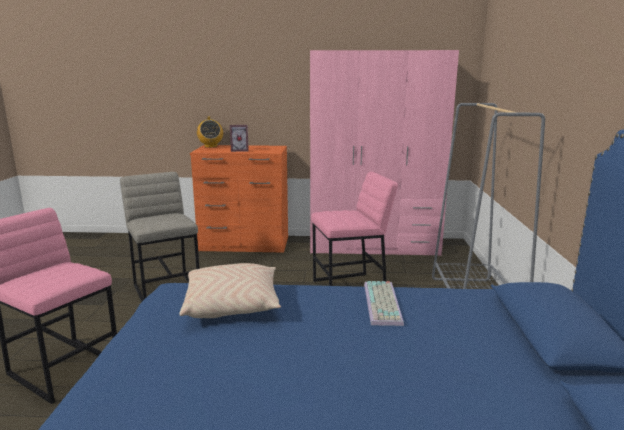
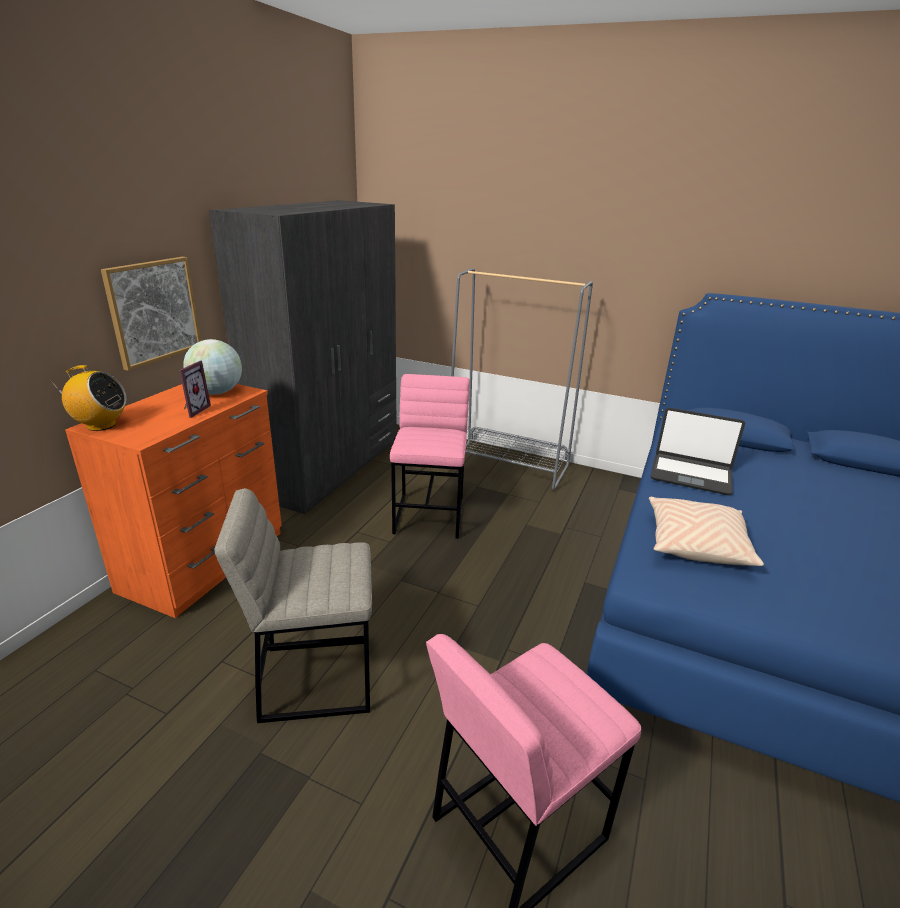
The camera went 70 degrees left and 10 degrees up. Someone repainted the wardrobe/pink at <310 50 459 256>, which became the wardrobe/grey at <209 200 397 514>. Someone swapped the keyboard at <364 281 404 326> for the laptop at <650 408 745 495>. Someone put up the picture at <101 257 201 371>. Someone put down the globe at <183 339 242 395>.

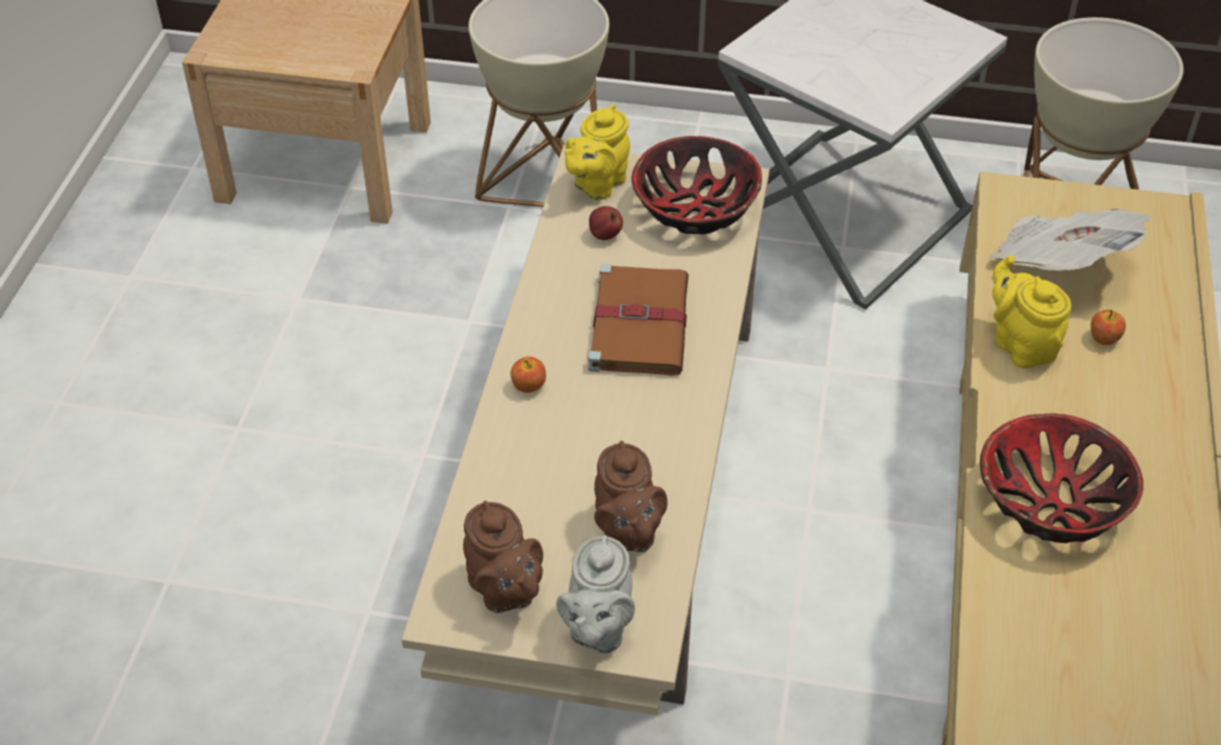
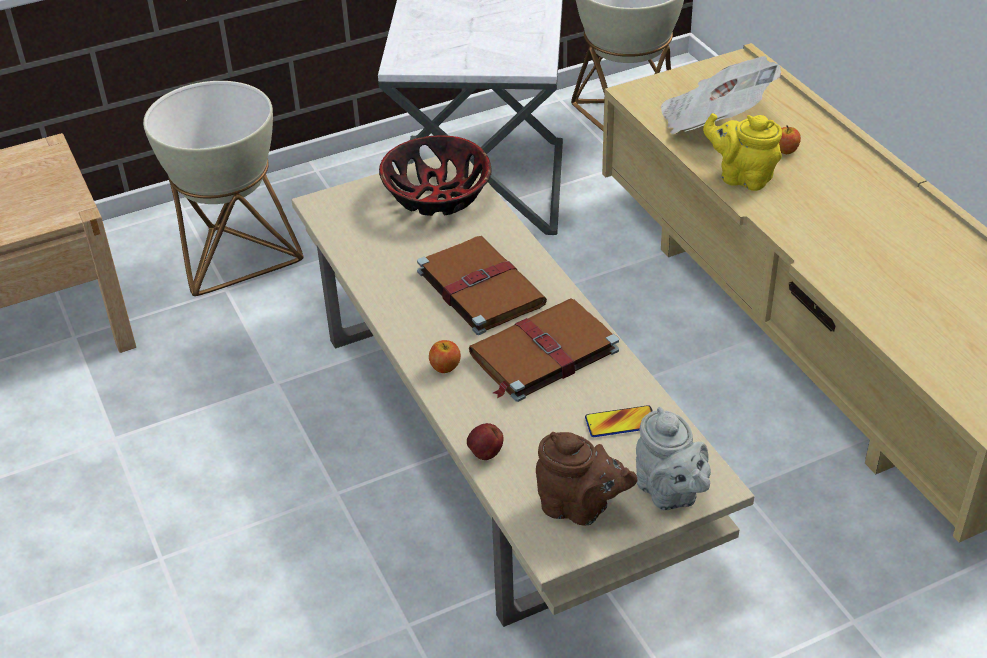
The camera went 35 degrees left and 5 degrees down. Someone took away the teapot/yellow at <564 104 630 200>. Someone carried the apple from <589 206 623 240> to <467 423 504 460>. Someone took away the bowl at <980 414 1143 543>. Someone swapped the teapot/brown at <594 441 668 552> for the phone at <585 405 653 437>. Someone put down the book/brown at <469 298 619 402>.

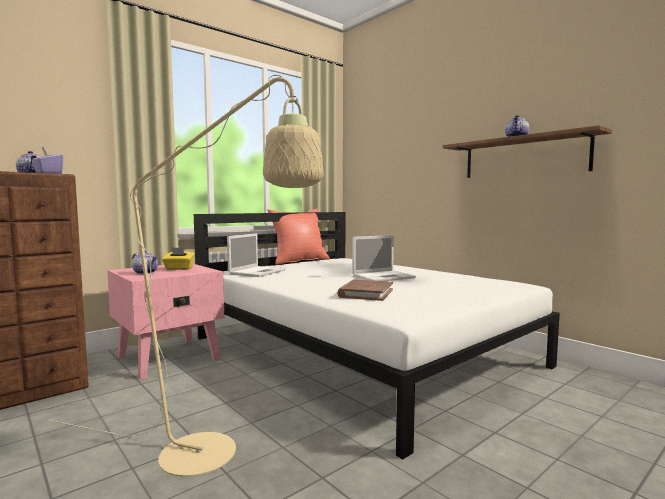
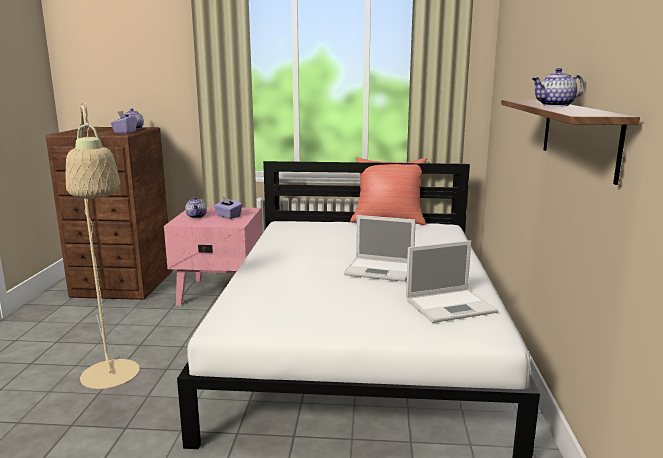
The camera went 45 degrees right and 10 degrees up. Someone carried the laptop from <227 233 286 277> to <406 240 498 323>. Someone repainted the tissue box/yellow at <162 247 195 270>, which became the tissue box/purple at <214 196 242 219>. Someone took away the book/brown at <337 280 393 301>.

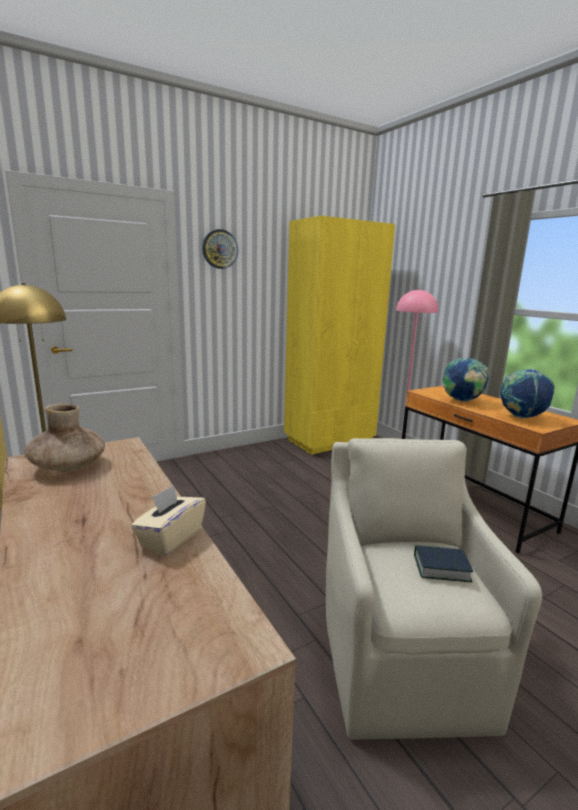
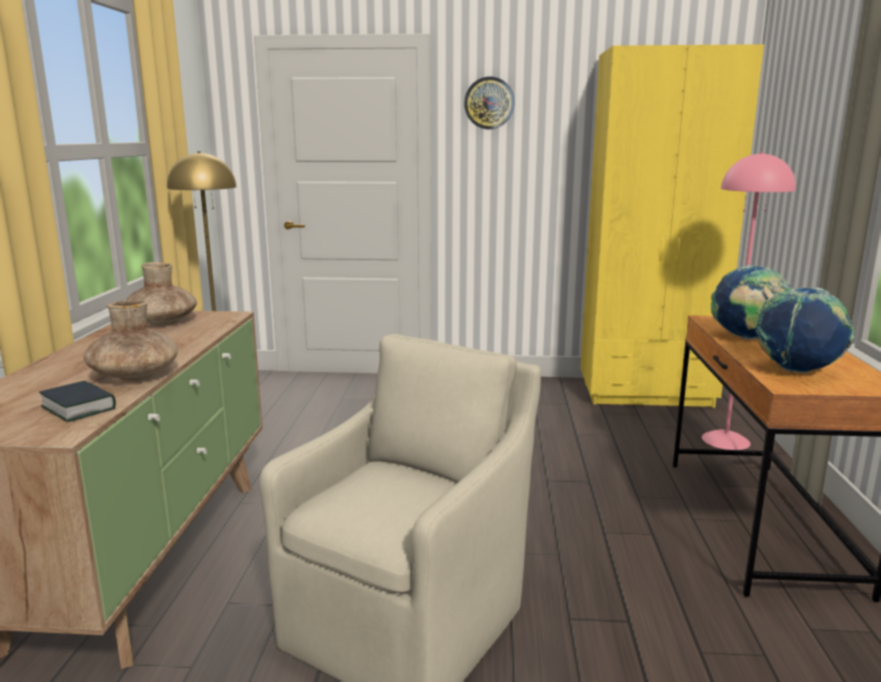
The camera went 35 degrees right and 0 degrees up. Someone swapped the tissue box/beige at <131 485 206 556> for the vase/brown at <84 300 178 381>. Someone carried the book from <414 545 473 583> to <39 381 116 422>.

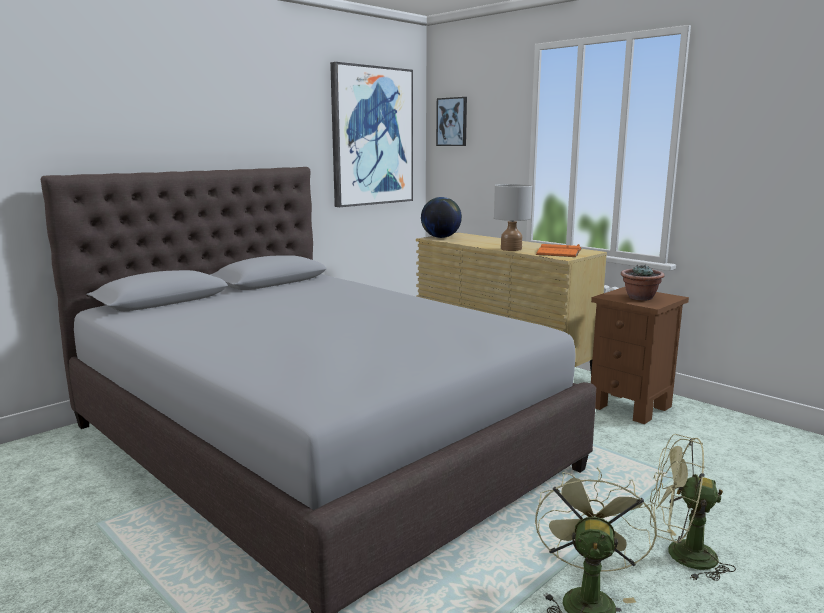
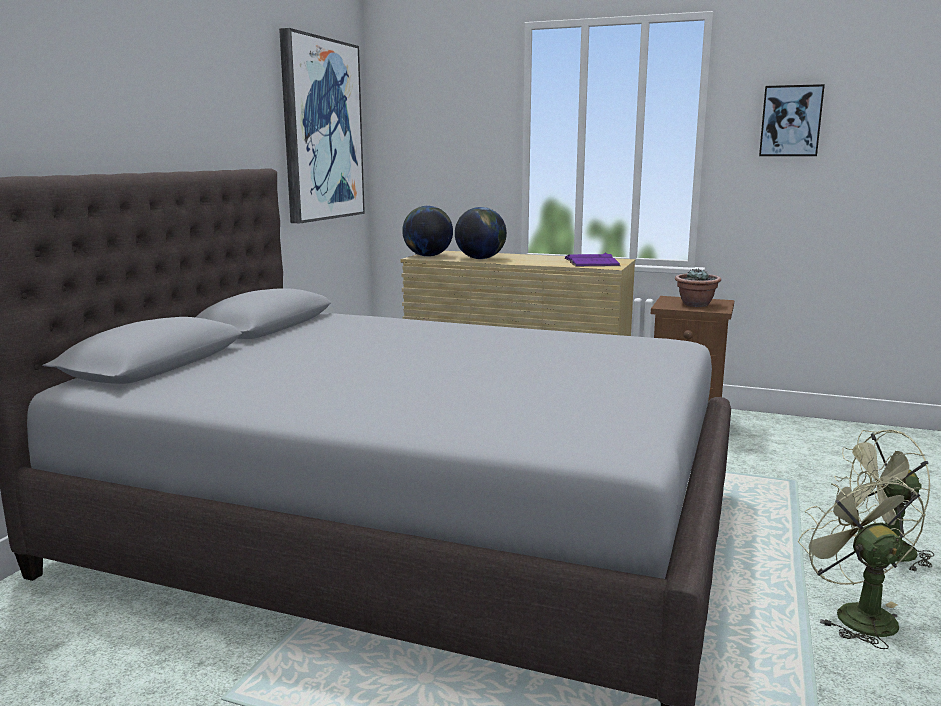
The camera went 25 degrees left and 0 degrees up. Someone carried the picture from <436 97 467 146> to <759 84 825 156>. Someone took away the table lamp/grey at <494 184 532 251>. Someone repainted the book/orange at <536 244 581 257>, which became the book/purple at <564 252 620 267>. Someone put down the globe at <455 207 507 259>.

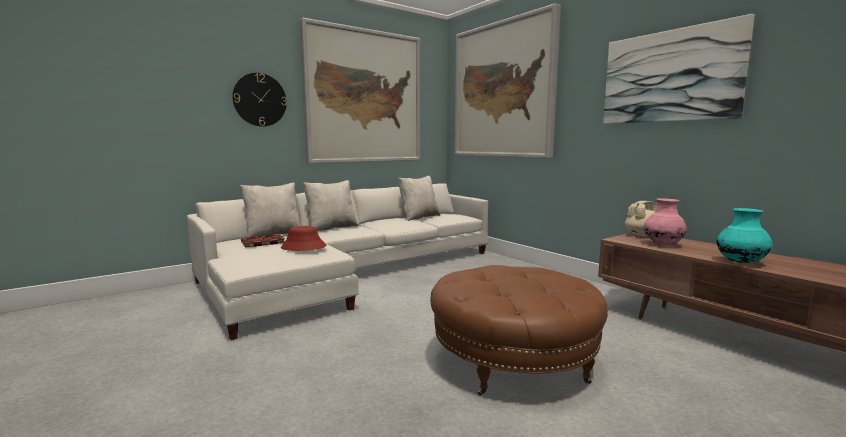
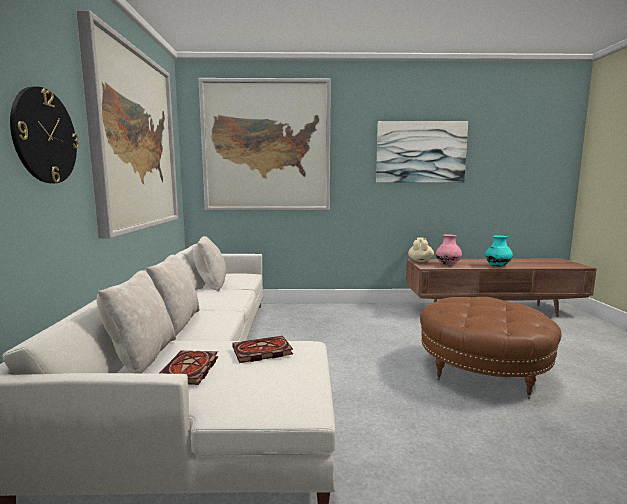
The camera went 55 degrees left and 0 degrees up. Someone swapped the hat/red at <281 226 326 251> for the book at <232 336 293 363>.

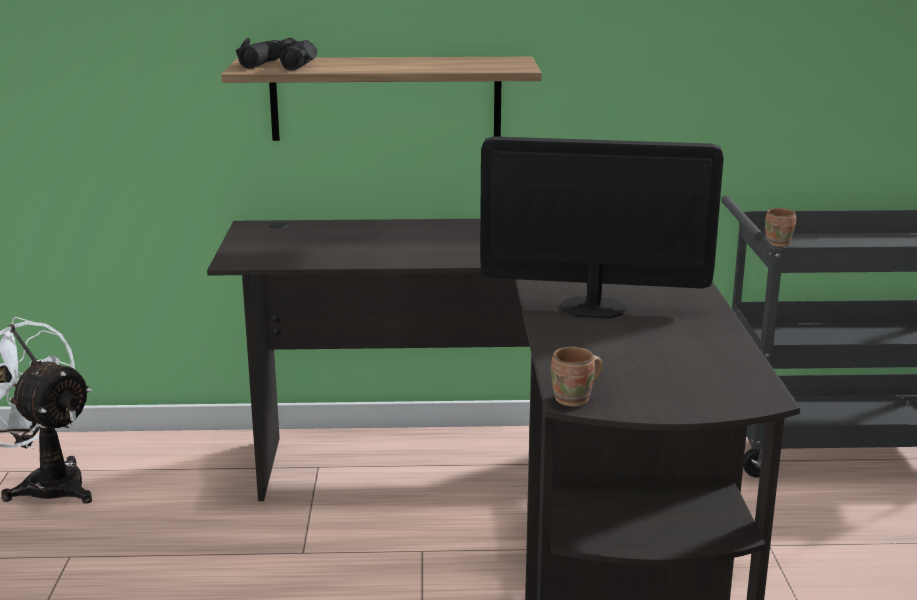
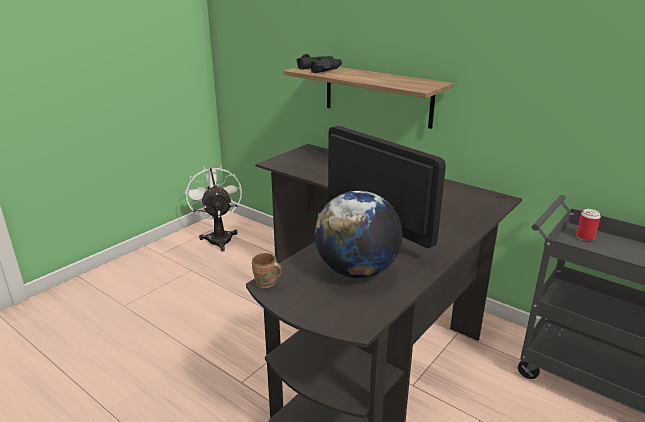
The camera went 40 degrees right and 5 degrees up. Someone swapped the mug/brown at <765 208 796 247> for the can at <576 209 601 241>. Someone put down the globe at <315 191 402 278>.

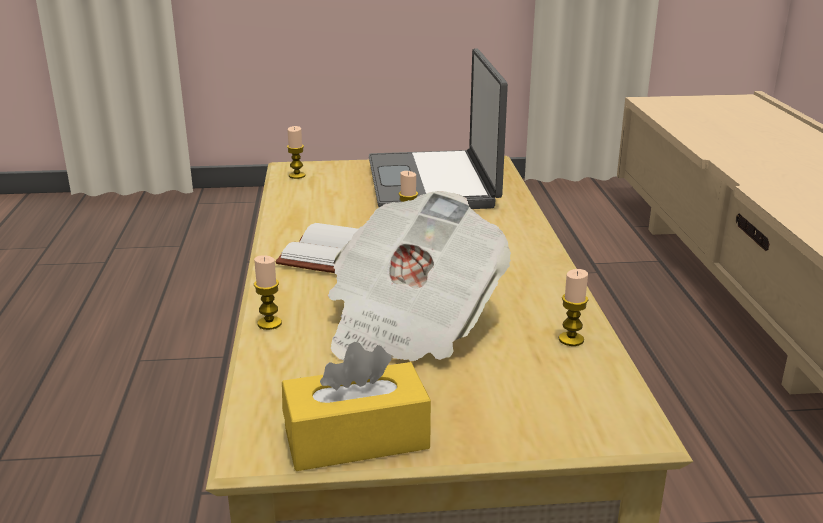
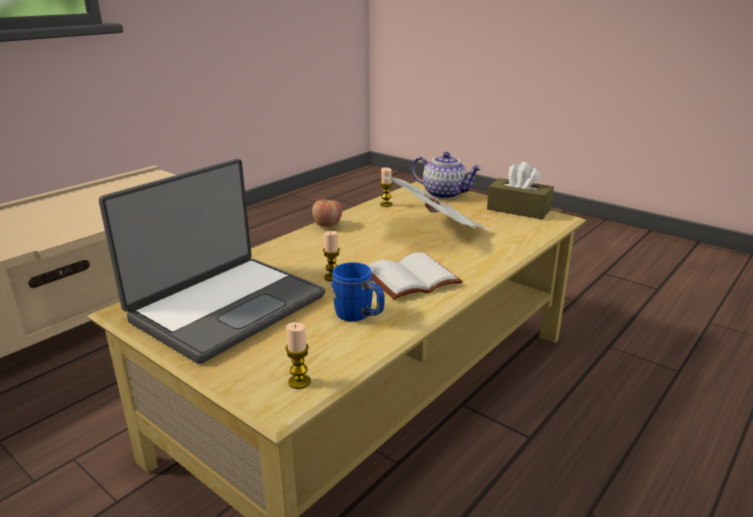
The camera went 135 degrees left and 0 degrees up. Someone took away the candle at <254 255 282 330>. Someone repainted the tissue box/yellow at <282 342 431 471>, which became the tissue box/brown at <487 162 554 219>. Someone put down the teapot at <411 152 482 199>. Someone put down the apple at <312 199 342 227>. Someone put down the mug/blue at <331 262 385 322>.

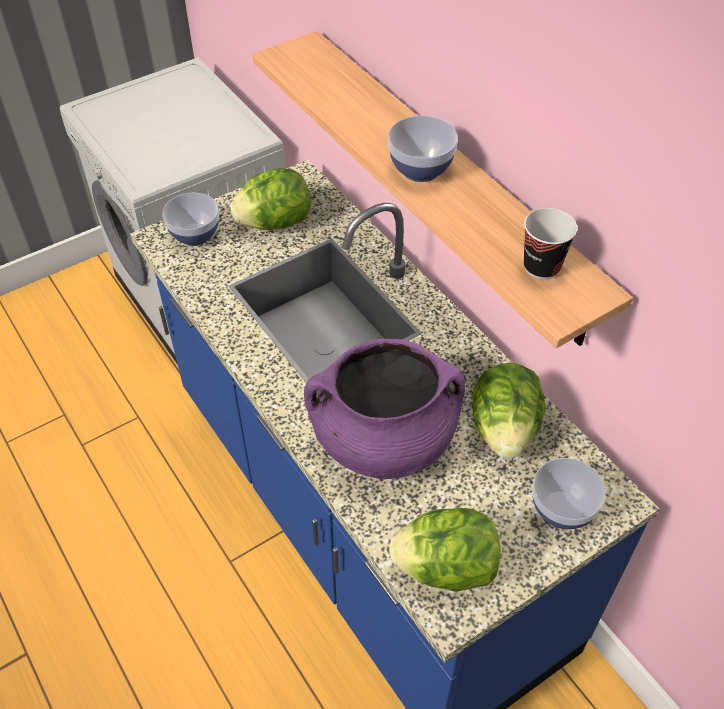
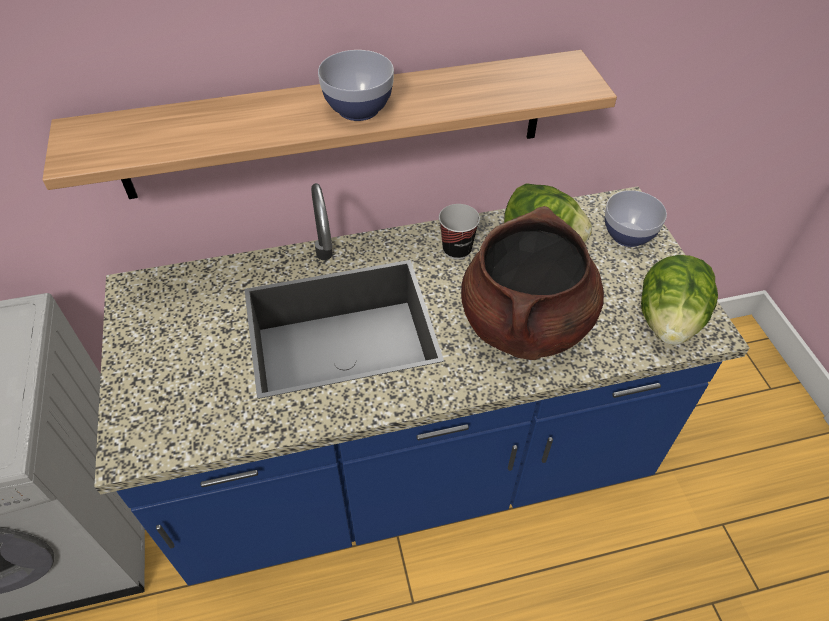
The camera went 70 degrees left and 0 degrees up. Someone took away the lettuce at <230 168 311 230>. Someone took away the bowl at <162 193 219 246>. Someone carried the cup from <524 208 577 279> to <439 204 480 259>. Someone repainted the cooking pot/purple at <304 339 465 479>, which became the cooking pot/brown at <461 206 604 360>.

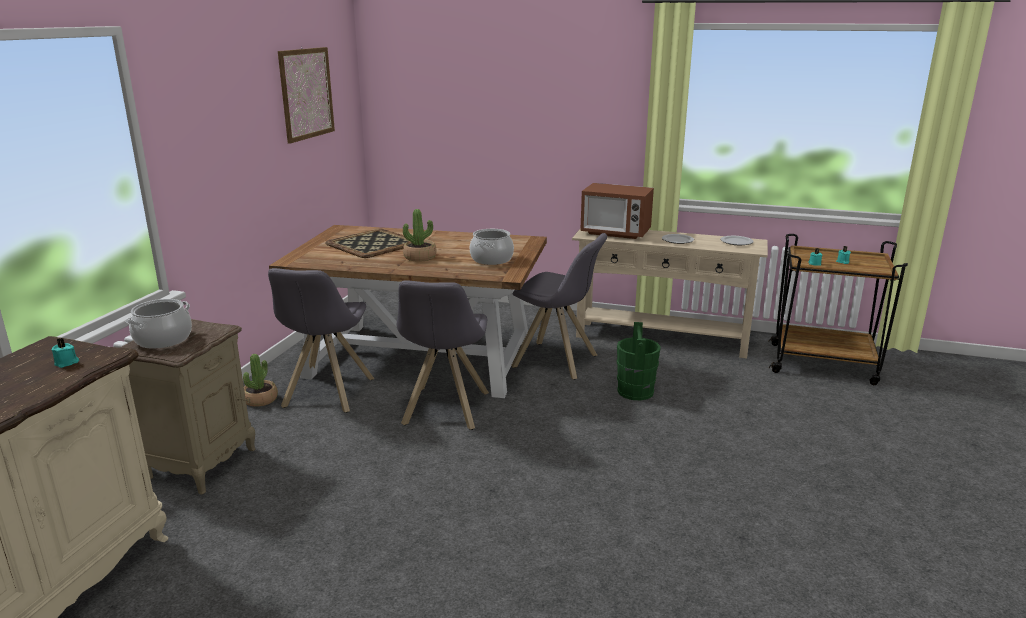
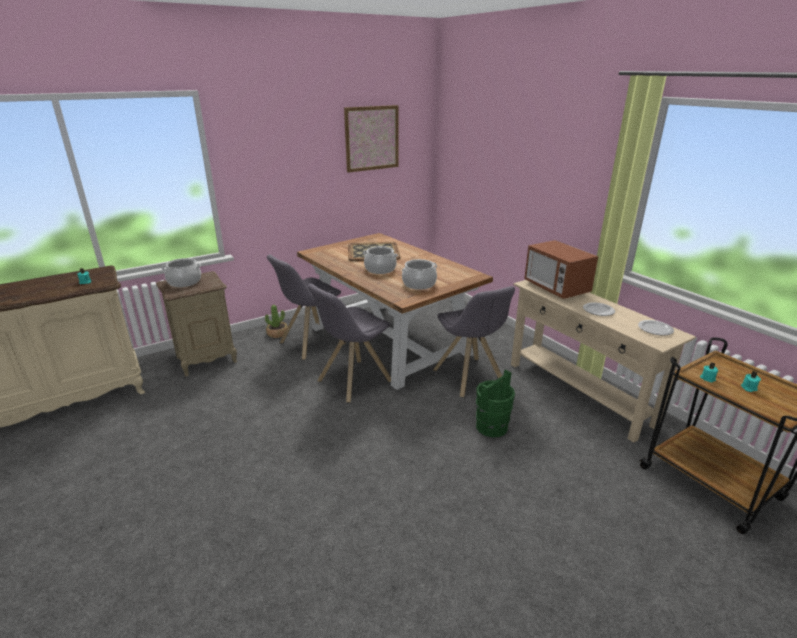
The camera went 40 degrees right and 5 degrees up. Someone swapped the potted plant at <403 209 436 262> for the cooking pot at <363 246 398 274>.

